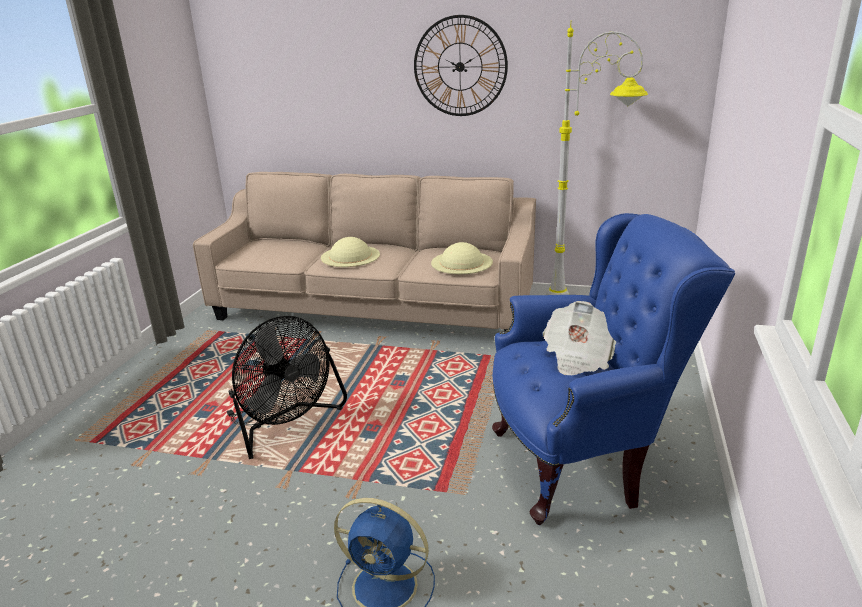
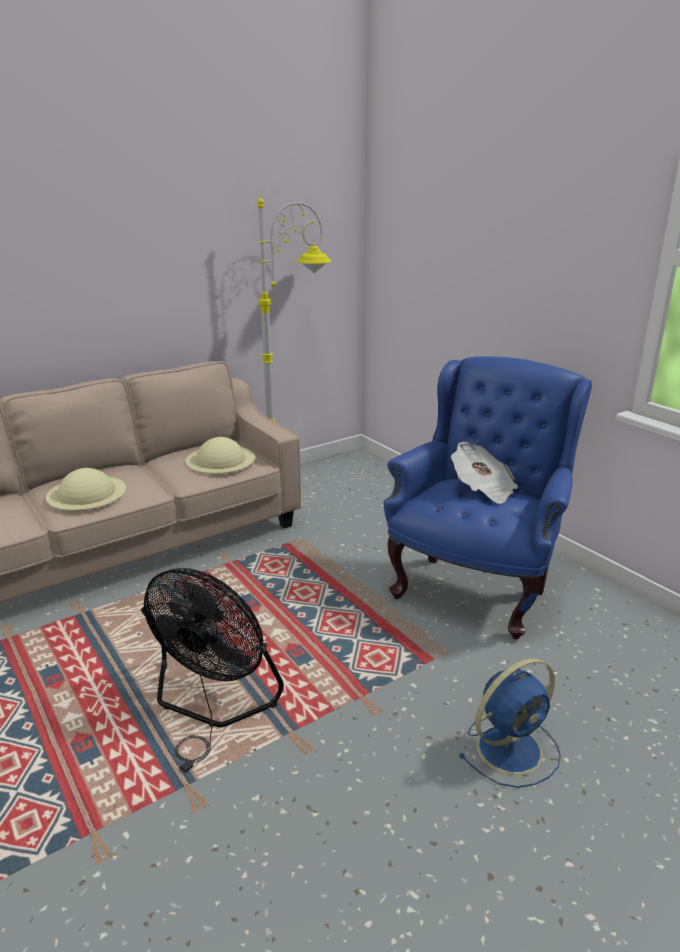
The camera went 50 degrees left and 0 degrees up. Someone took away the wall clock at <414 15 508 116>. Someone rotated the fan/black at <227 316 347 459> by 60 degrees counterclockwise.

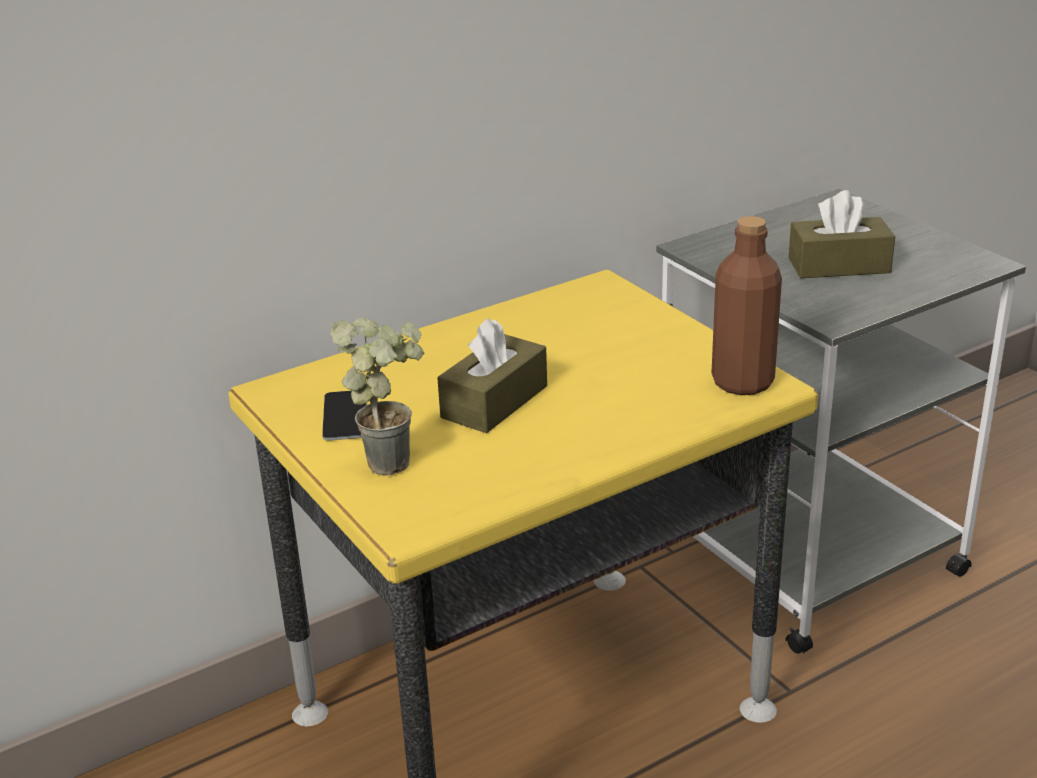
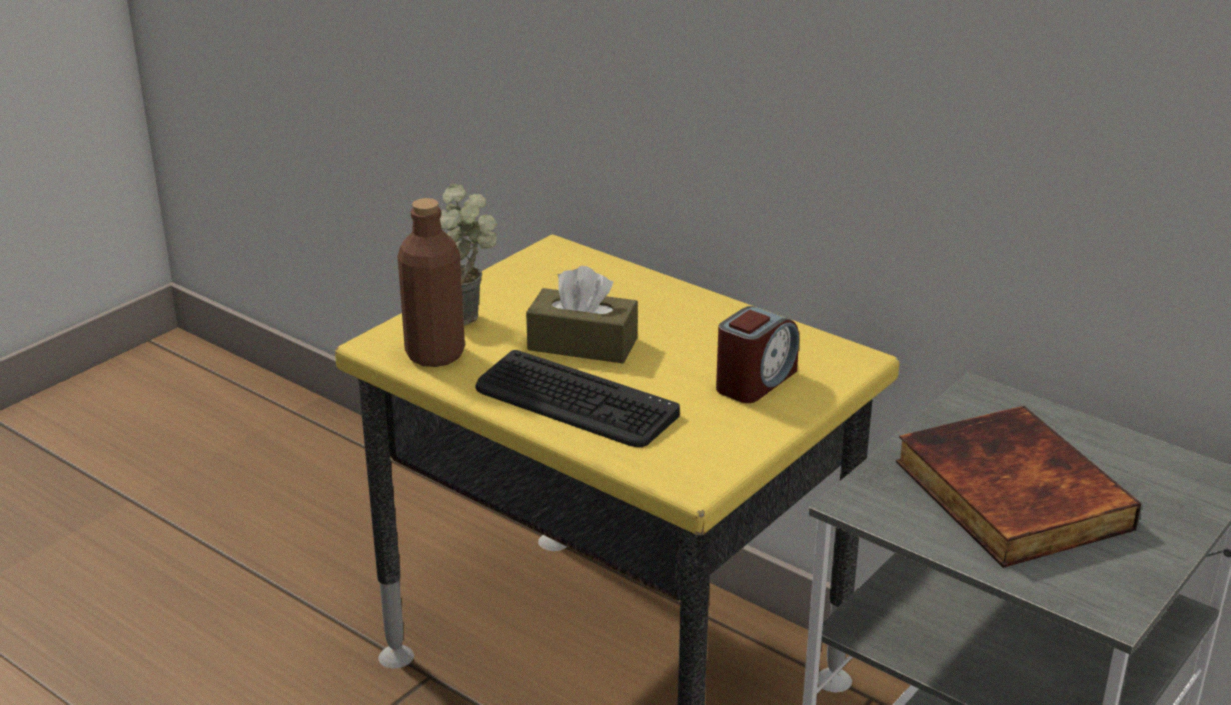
The camera went 70 degrees right and 0 degrees up. Someone swapped the tissue box/brown at <788 190 895 278> for the book at <896 406 1141 568>. Someone carried the bottle/brown from <711 216 782 395> to <398 198 465 367>. Someone took away the phone at <322 391 367 441>. Someone put down the alarm clock at <716 306 799 403>. Someone put down the keyboard at <476 350 680 447>.

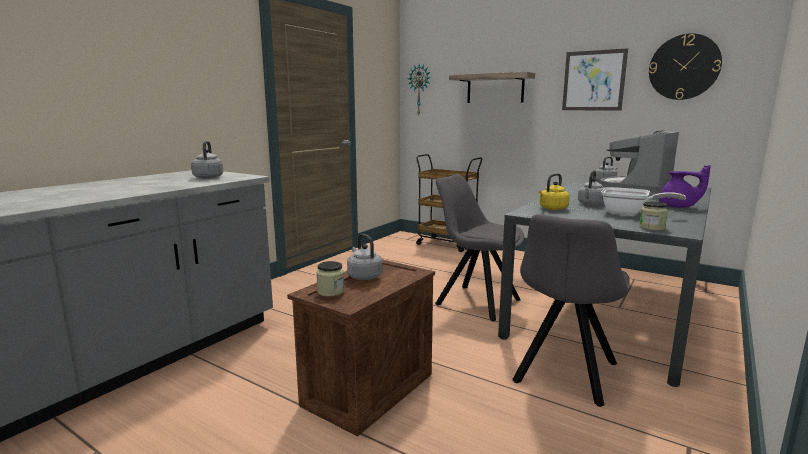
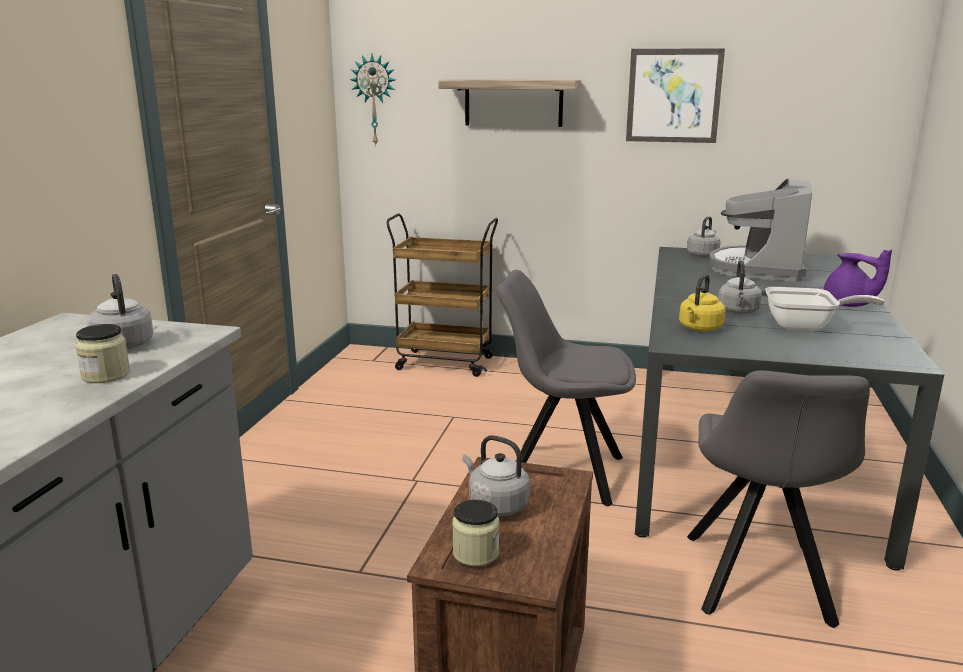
The camera went 20 degrees left and 5 degrees up. Someone took away the wall clock at <649 33 722 100>. Someone rotated the teapot/purple at <659 165 711 208> by 45 degrees clockwise. Someone carried the jar from <639 201 668 231> to <75 324 130 383>.

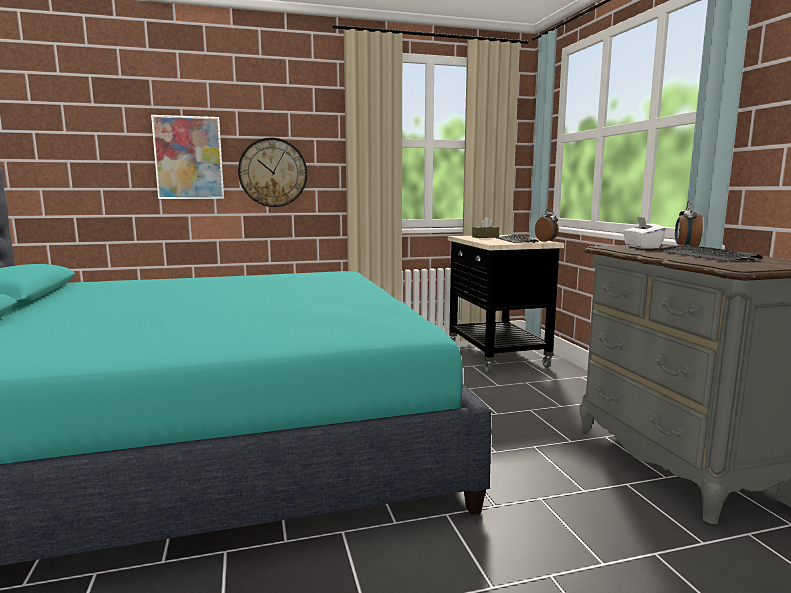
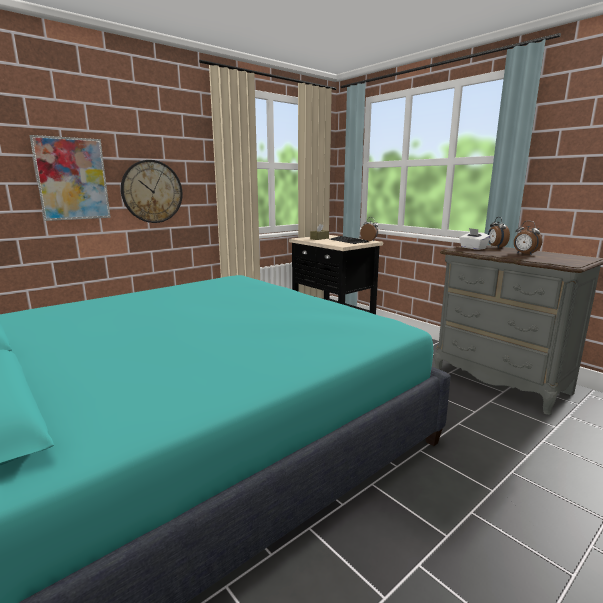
The camera went 25 degrees left and 5 degrees up. Someone swapped the keyboard at <655 245 763 262> for the alarm clock at <514 221 542 255>.

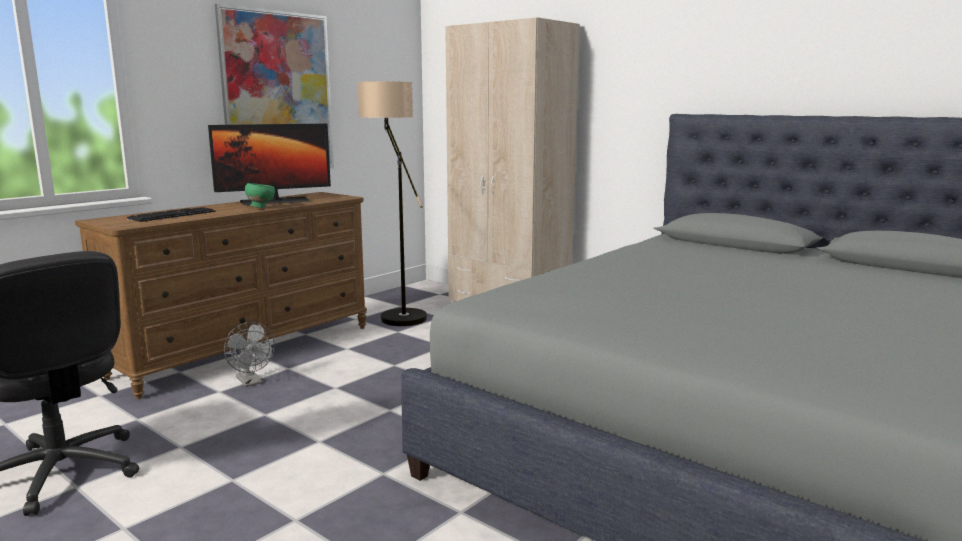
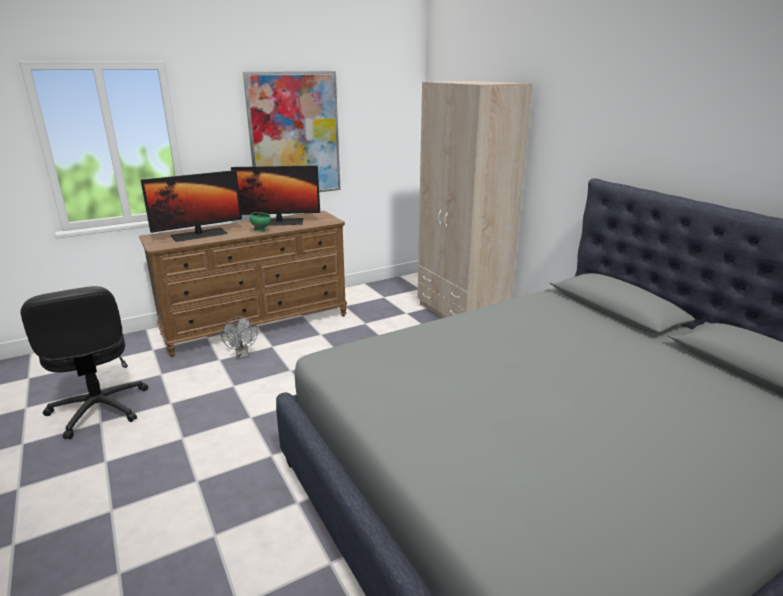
The camera went 20 degrees right and 10 degrees up. Someone took away the floor lamp at <357 81 427 326>. Someone swapped the keyboard at <127 207 215 222> for the monitor at <141 170 242 242>.

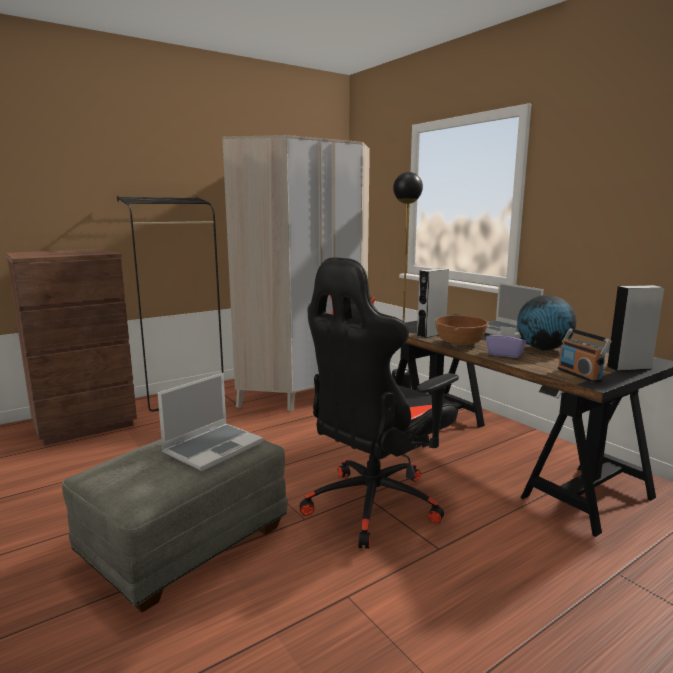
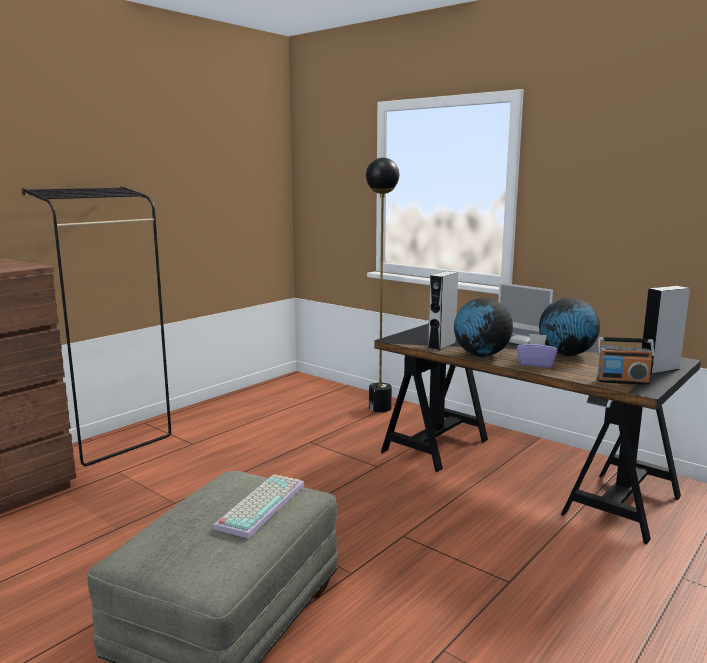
The camera went 15 degrees left and 0 degrees up. Someone took away the wardrobe/beige at <222 135 370 411>. Someone took away the office chair/black at <300 257 459 549>. Someone swapped the bowl/brown at <435 315 488 346> for the globe at <454 298 513 357>. Someone rotated the radio at <558 328 611 383> by 45 degrees counterclockwise. Someone swapped the laptop at <158 372 263 471> for the keyboard at <213 474 305 538>.

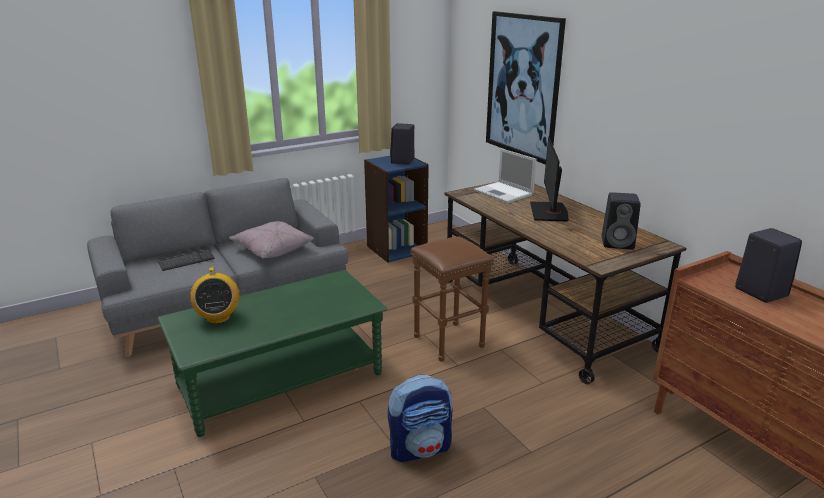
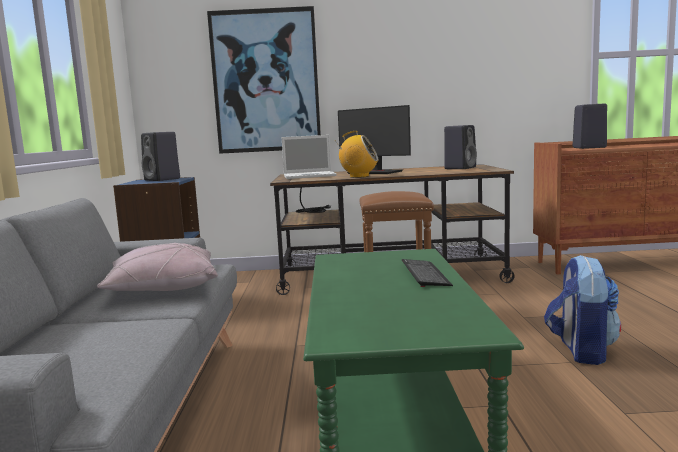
The camera went 60 degrees left and 15 degrees down. Someone carried the keyboard from <158 249 215 271> to <402 259 453 287>. Someone carried the radio from <190 267 240 324> to <337 131 378 178>.

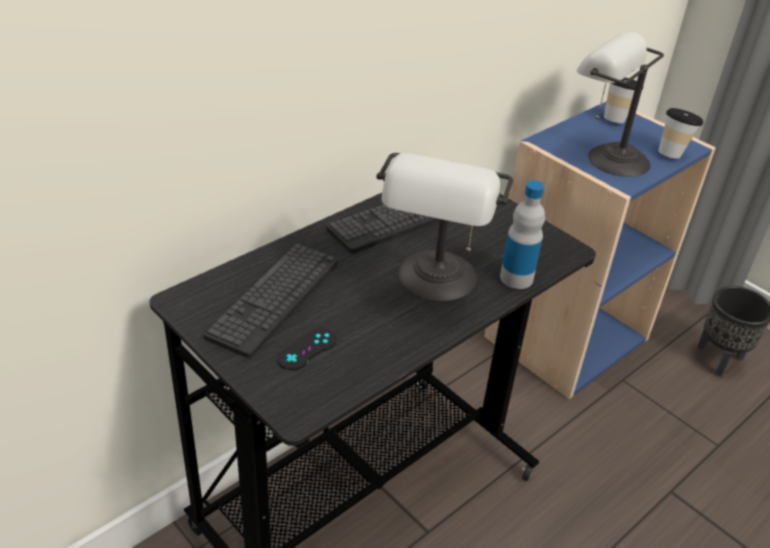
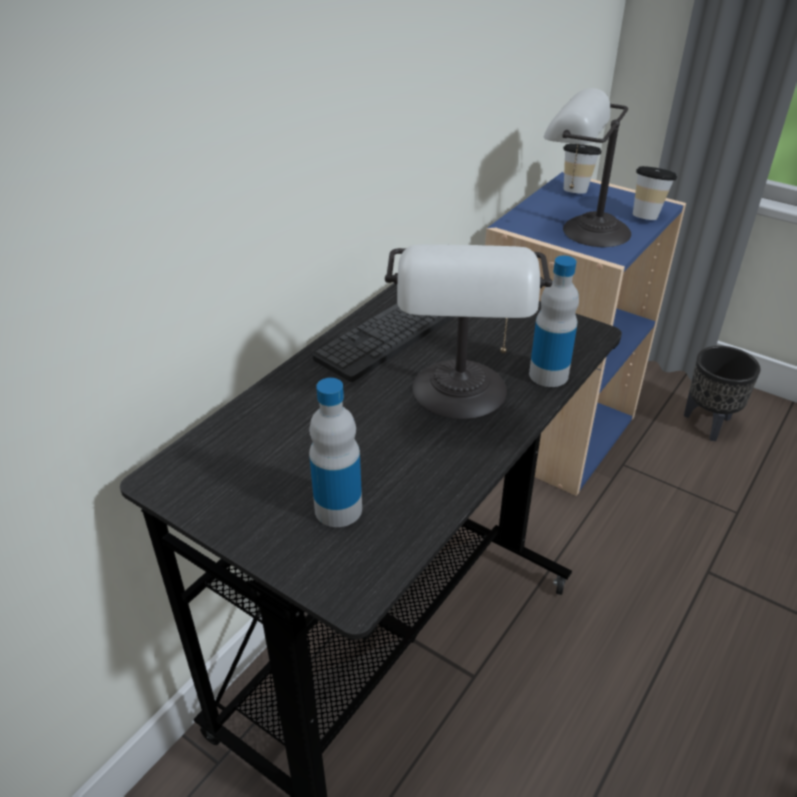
The camera went 10 degrees left and 0 degrees up. Someone took away the keyboard at <204 244 338 358>. Someone swapped the game controller/black at <277 329 337 370> for the bottle at <309 378 362 527>.

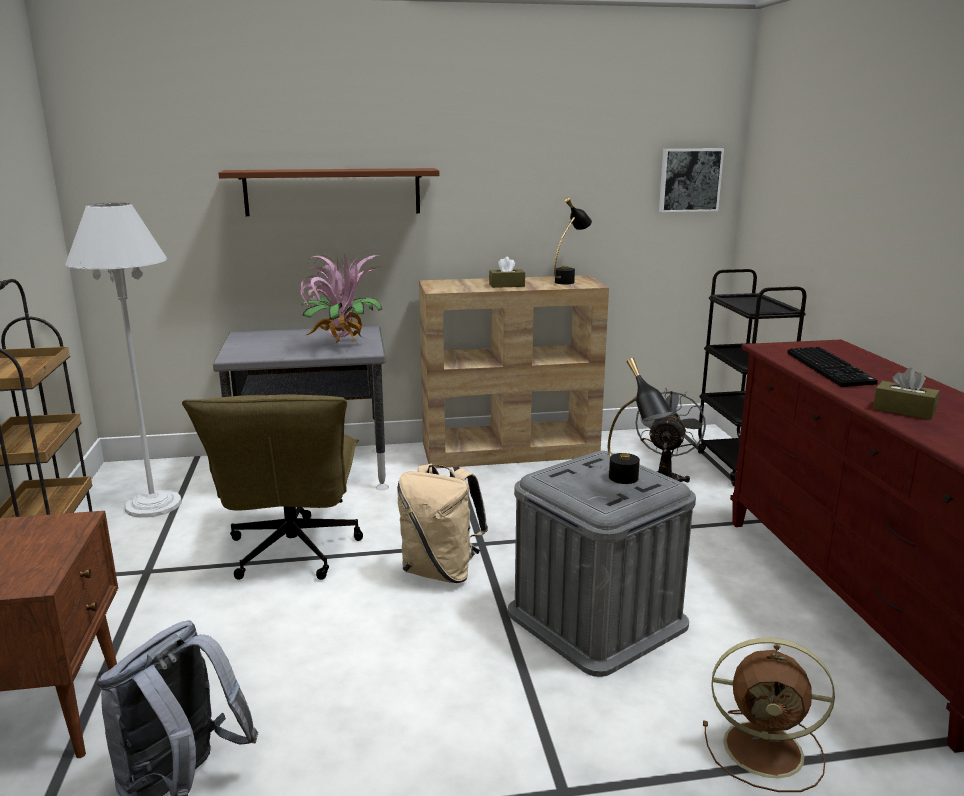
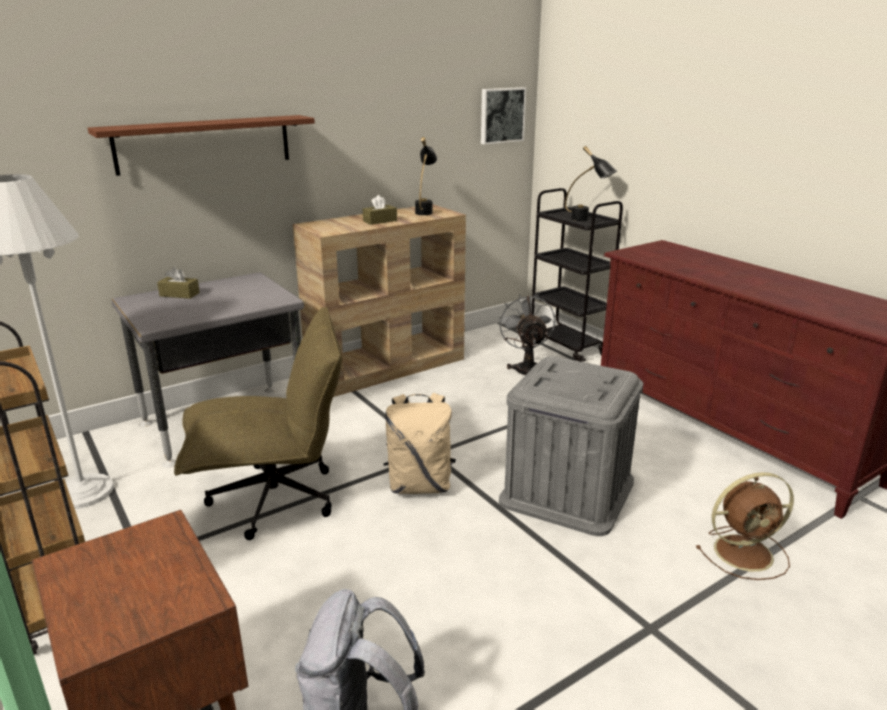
The camera went 25 degrees left and 5 degrees up. Someone took away the potted plant at <301 250 383 344>. Someone took away the keyboard at <787 347 878 387>. Someone carried the table lamp/black from <608 358 673 484> to <565 146 617 221>. Someone carried the tissue box/brown from <873 368 940 420> to <157 267 200 299>. Someone rotated the office chair/beige at <182 394 363 580> by 75 degrees counterclockwise.

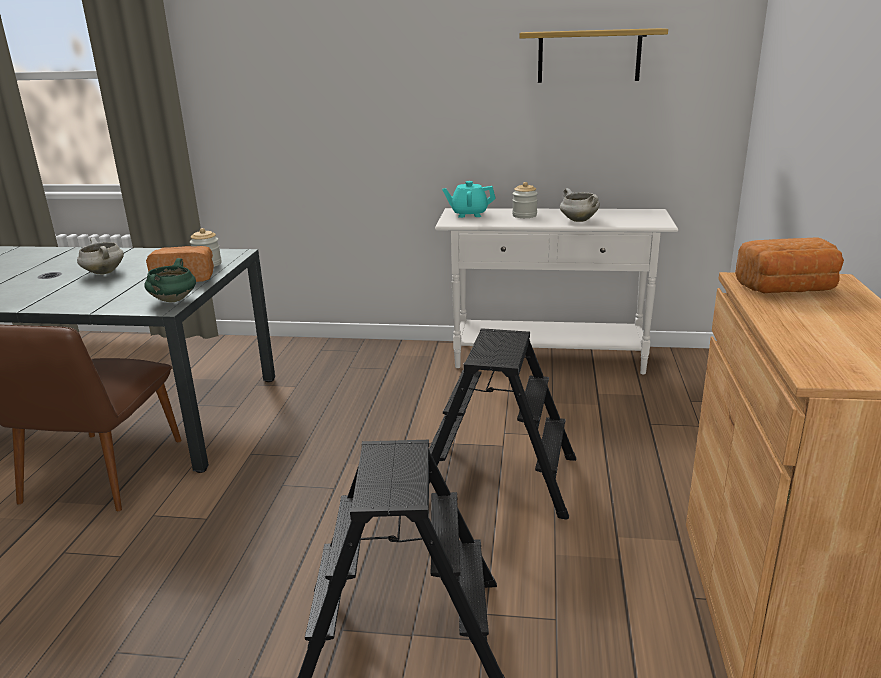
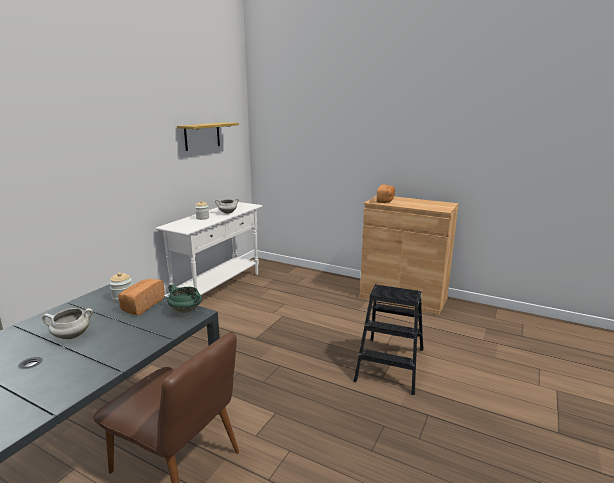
The camera went 70 degrees left and 5 degrees down. Someone took away the teapot/turquoise at <442 181 496 218>. Someone took away the step ladder/black at <429 328 577 519>.

